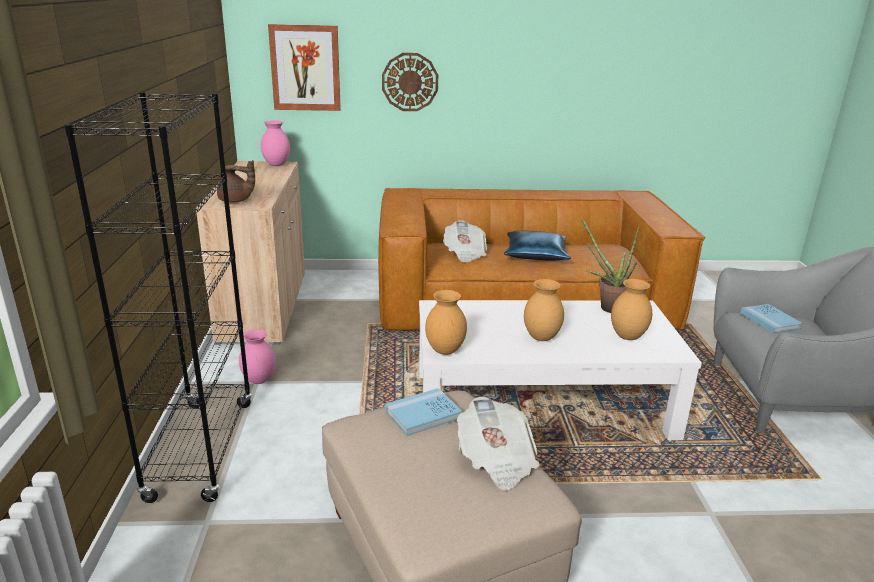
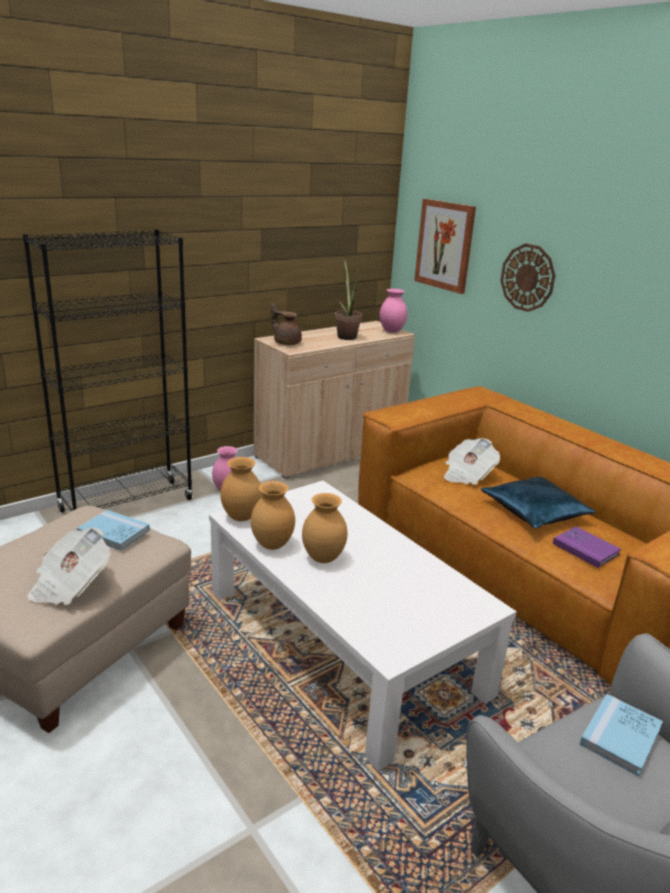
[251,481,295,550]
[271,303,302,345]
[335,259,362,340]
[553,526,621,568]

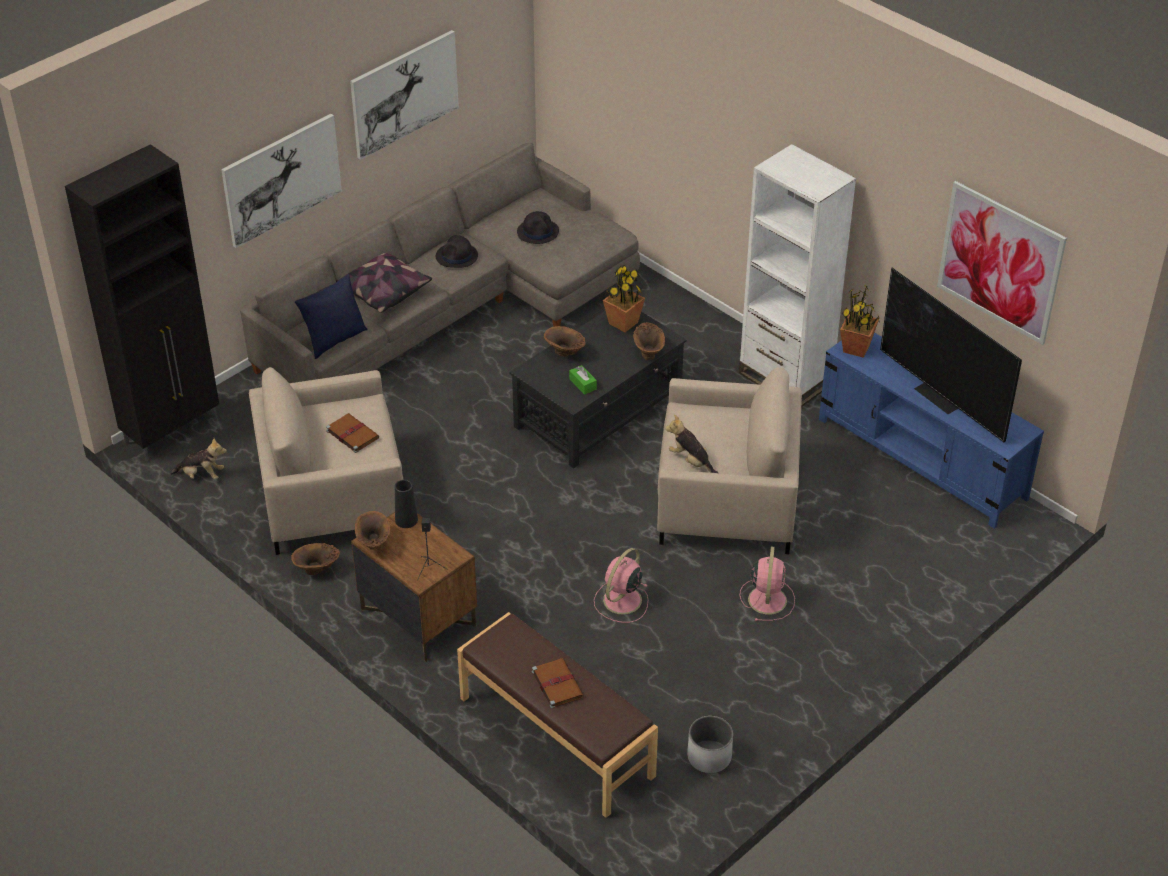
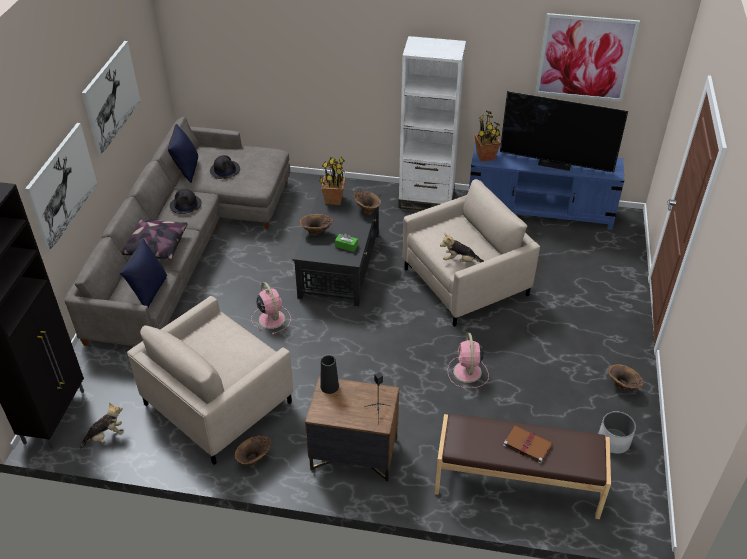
[168,124,198,183]
[251,282,291,335]
[608,364,644,390]
[326,413,379,453] (first image)

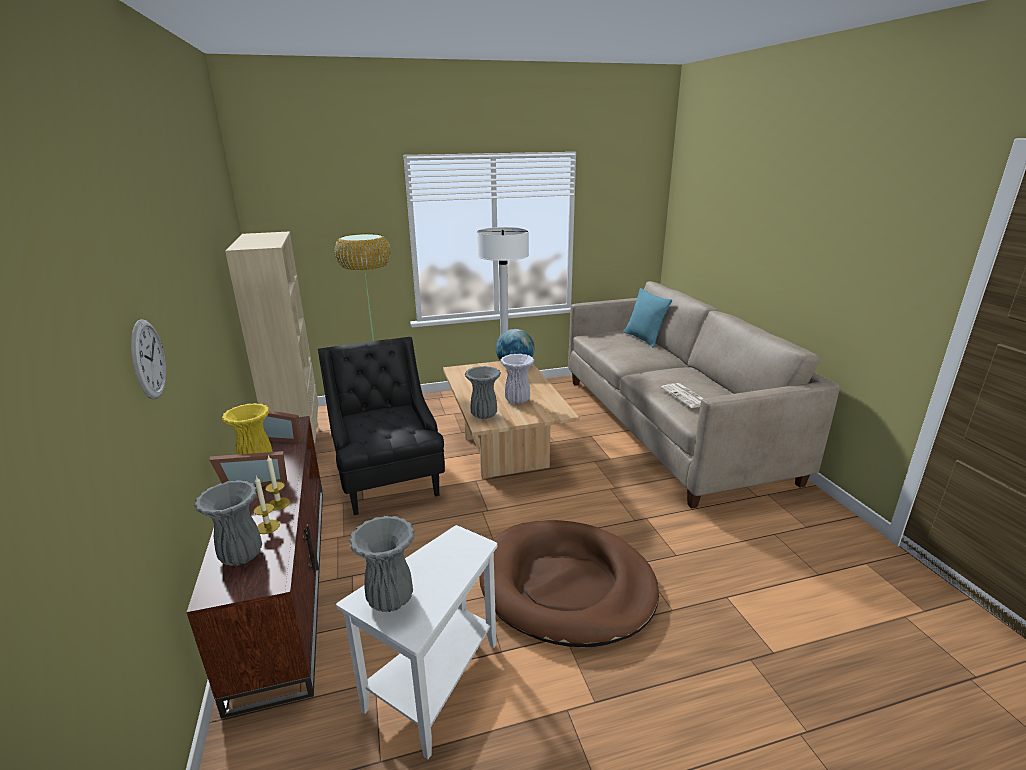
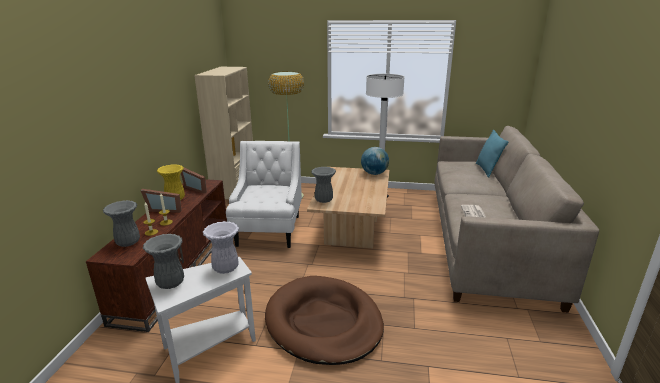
[203,221,239,274]
[226,141,302,248]
[131,319,166,399] (first image)

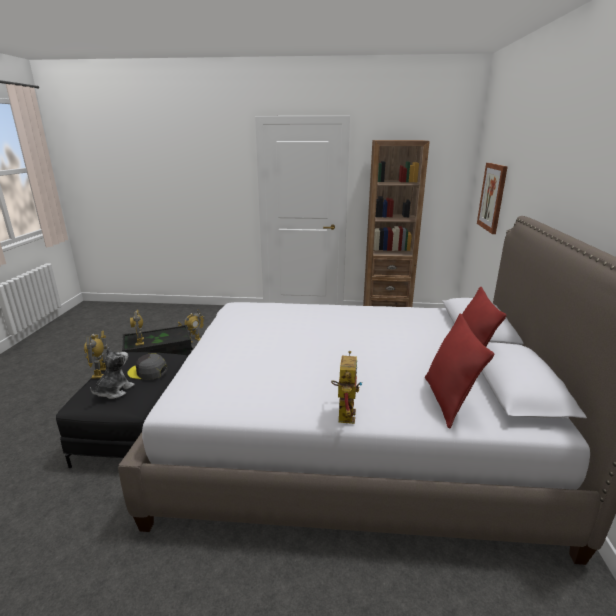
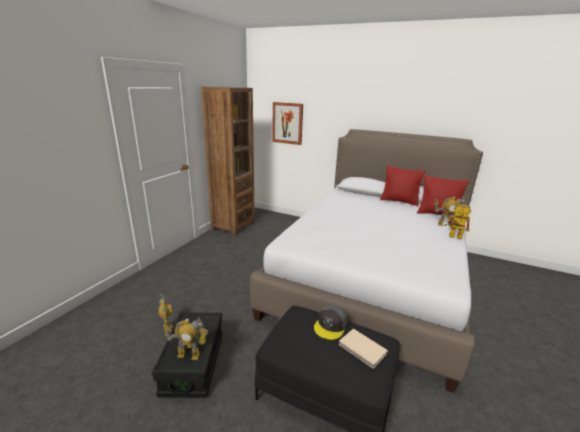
[338,329,388,369]
[434,195,467,227]

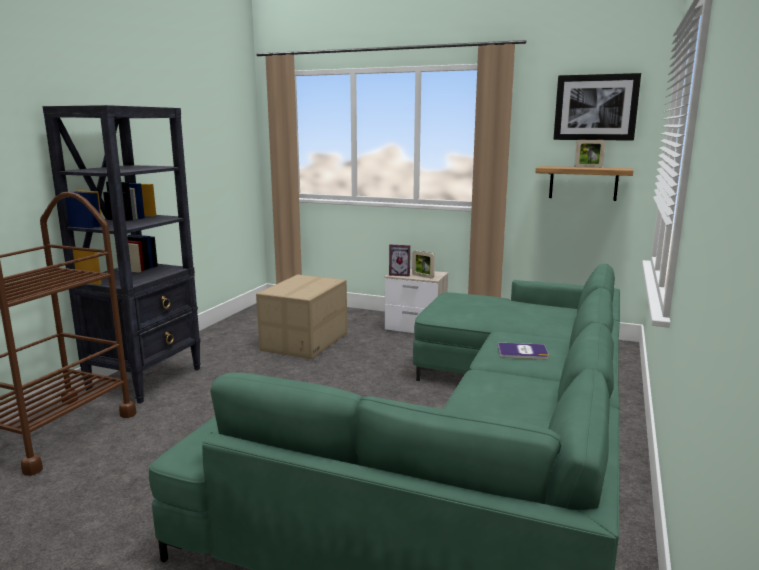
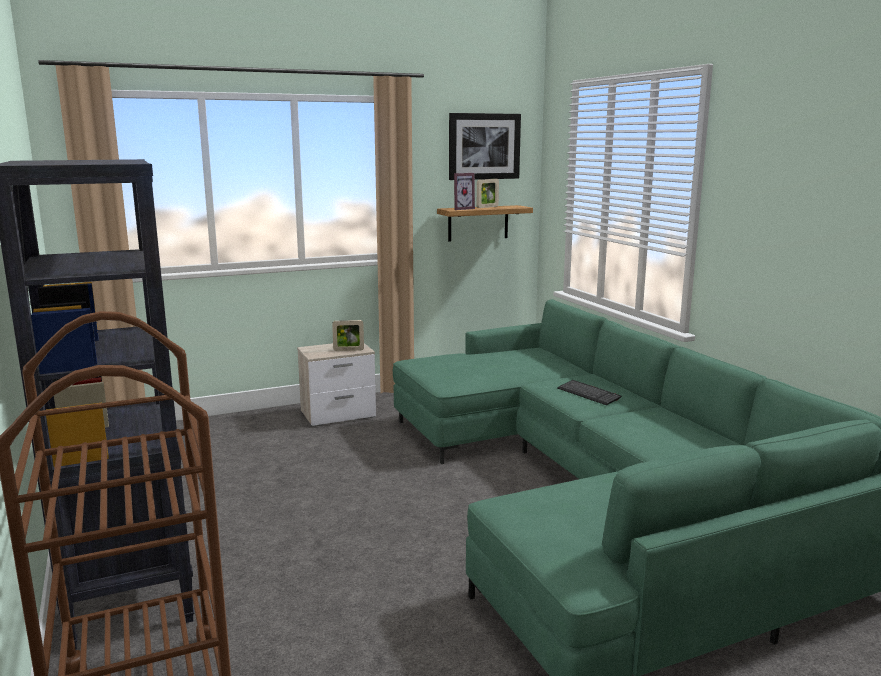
[454,173,475,210]
[557,380,622,405]
[256,274,347,359] (first image)

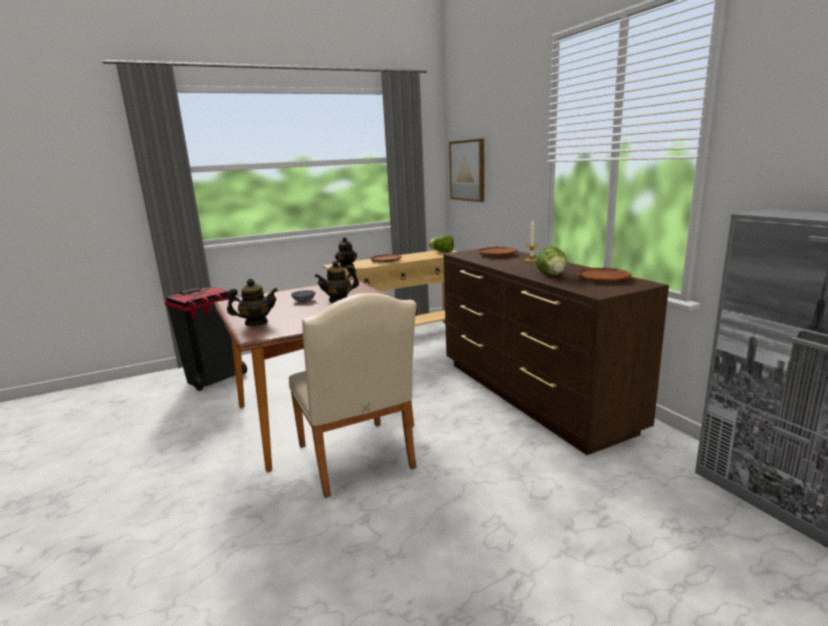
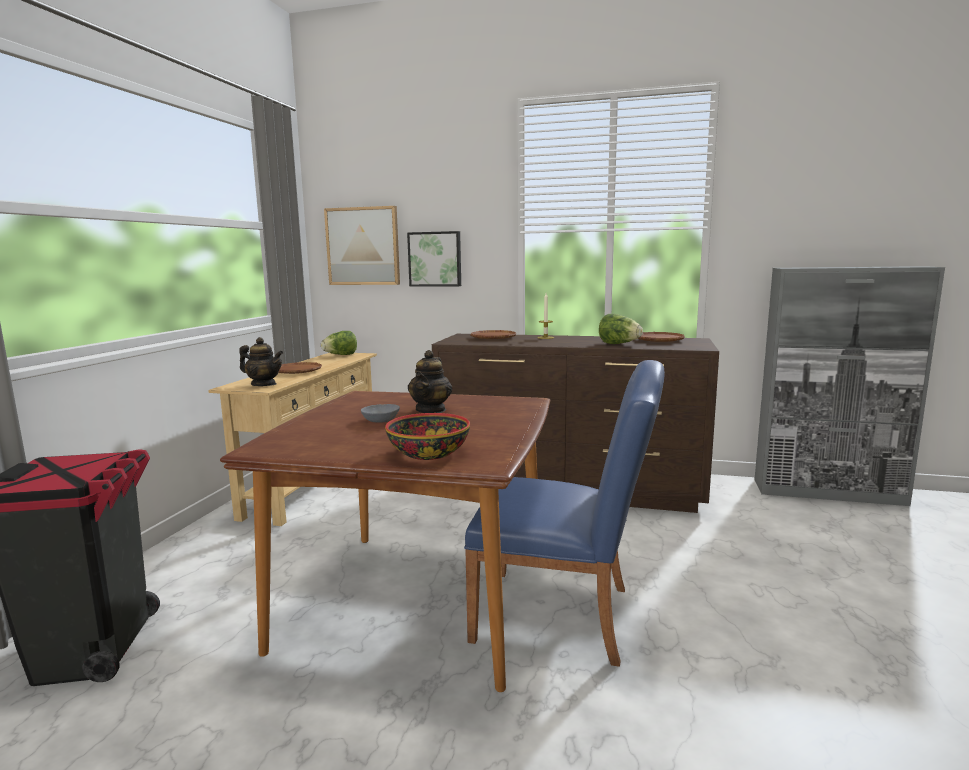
[385,413,470,460]
[407,231,461,287]
[464,360,665,667]

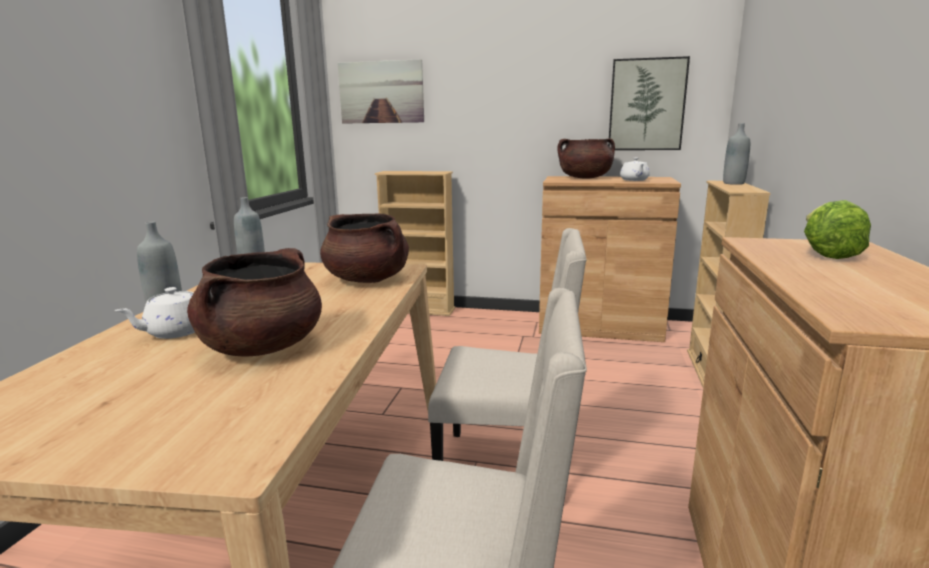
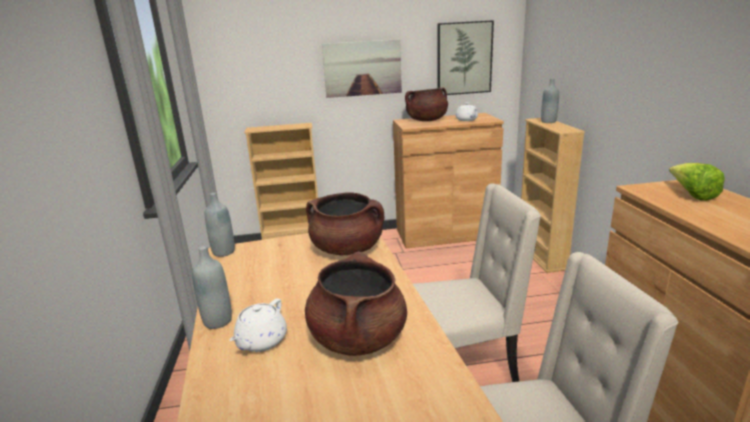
[322,39,402,98]

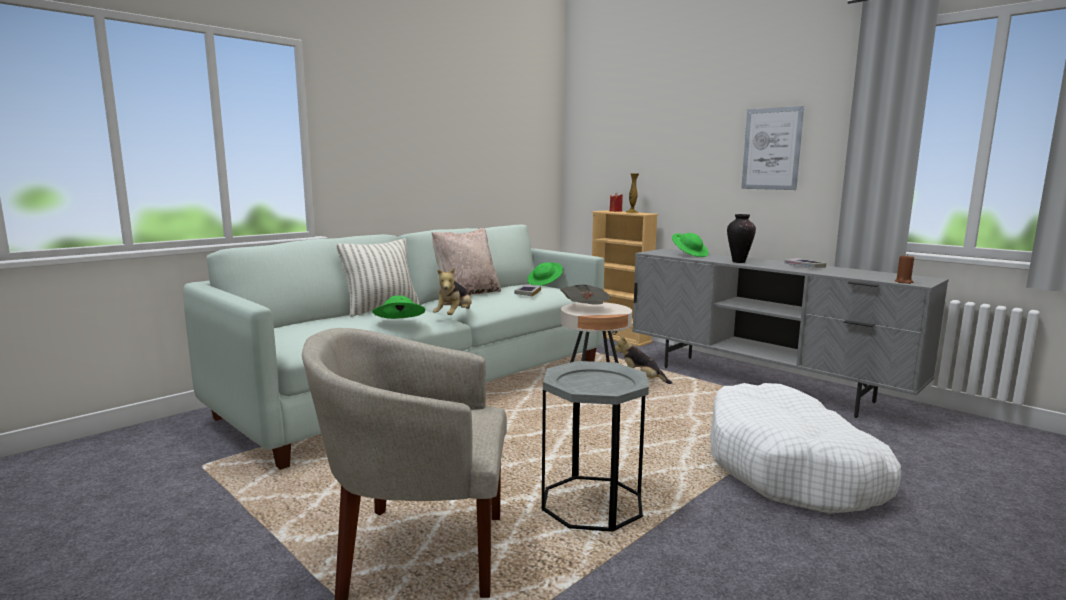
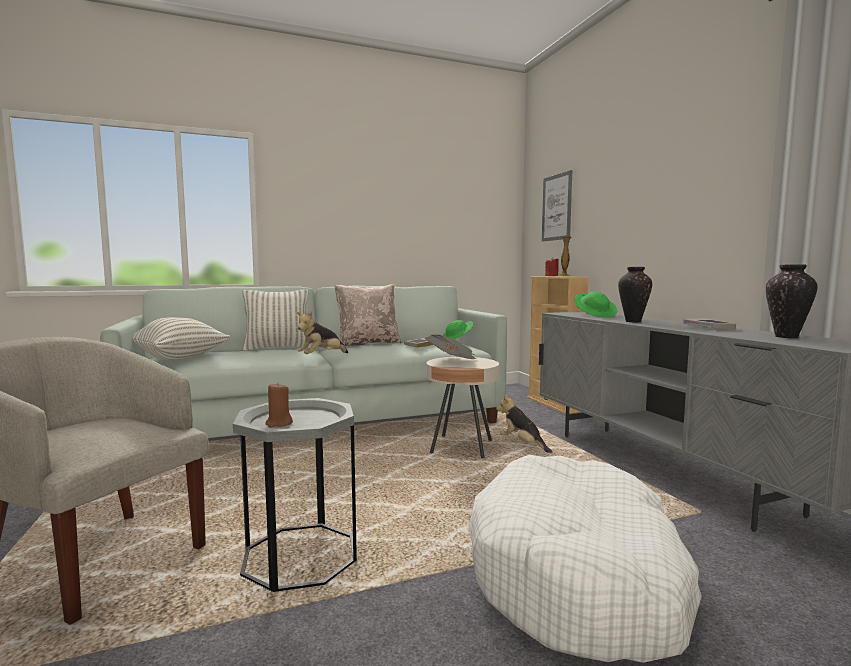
[133,317,230,360]
[265,382,293,428]
[542,170,572,242]
[766,264,817,338]
[372,295,425,319] (first image)

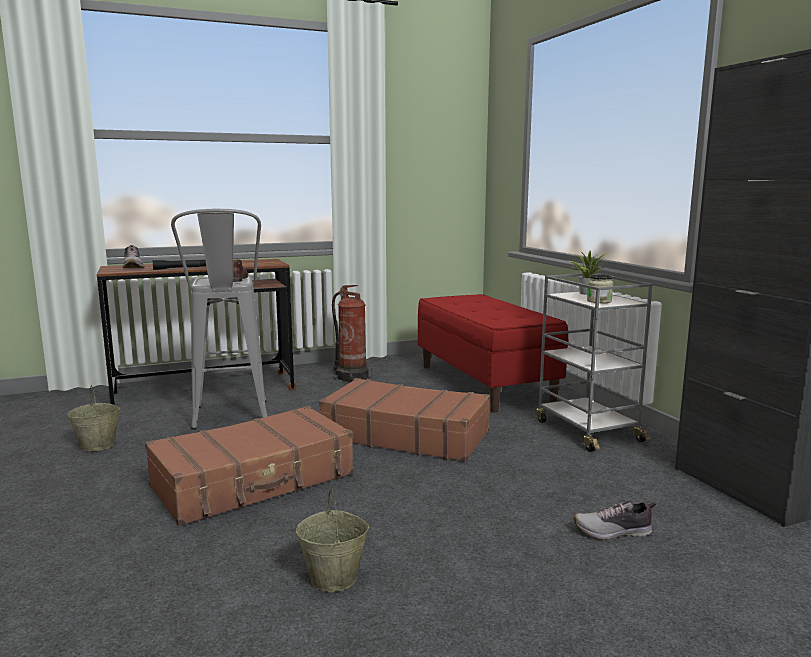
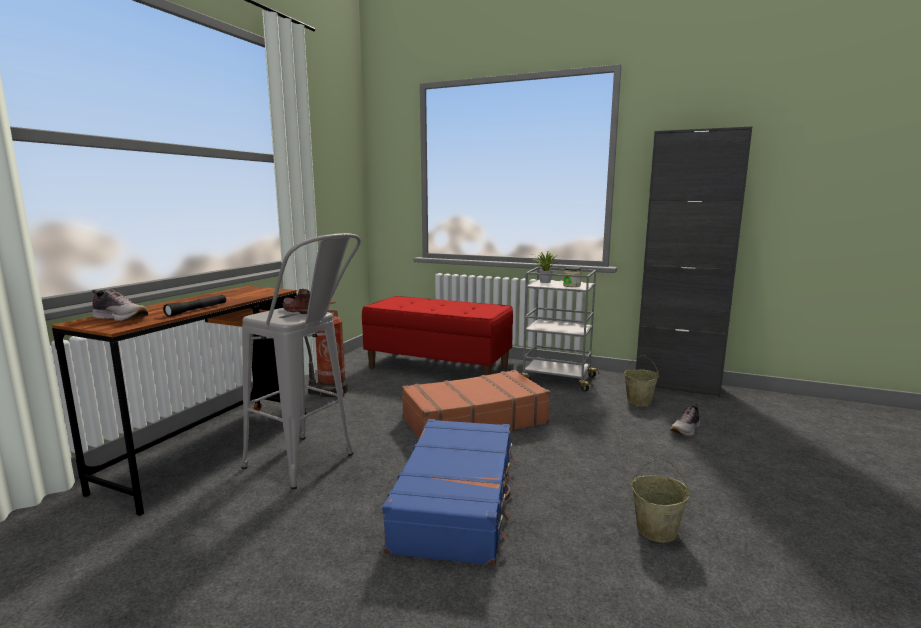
[382,419,516,566]
[624,355,659,406]

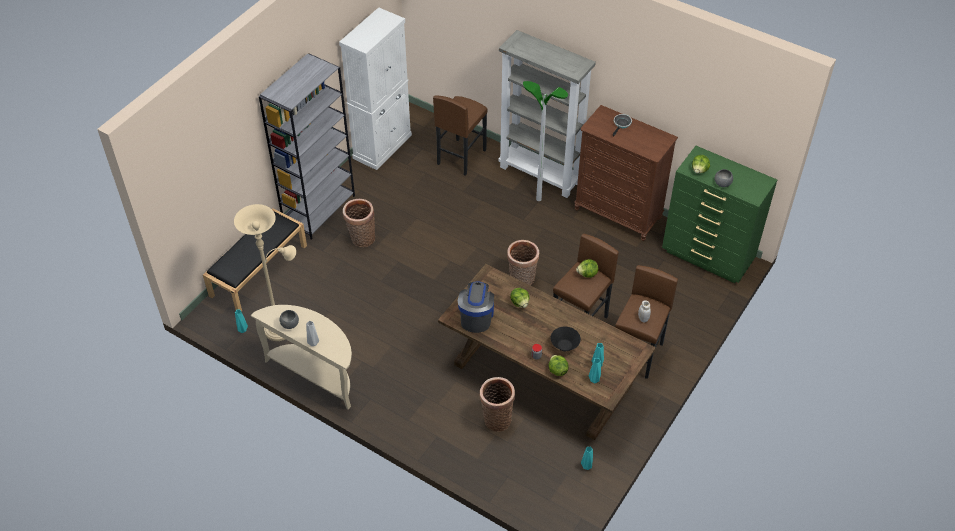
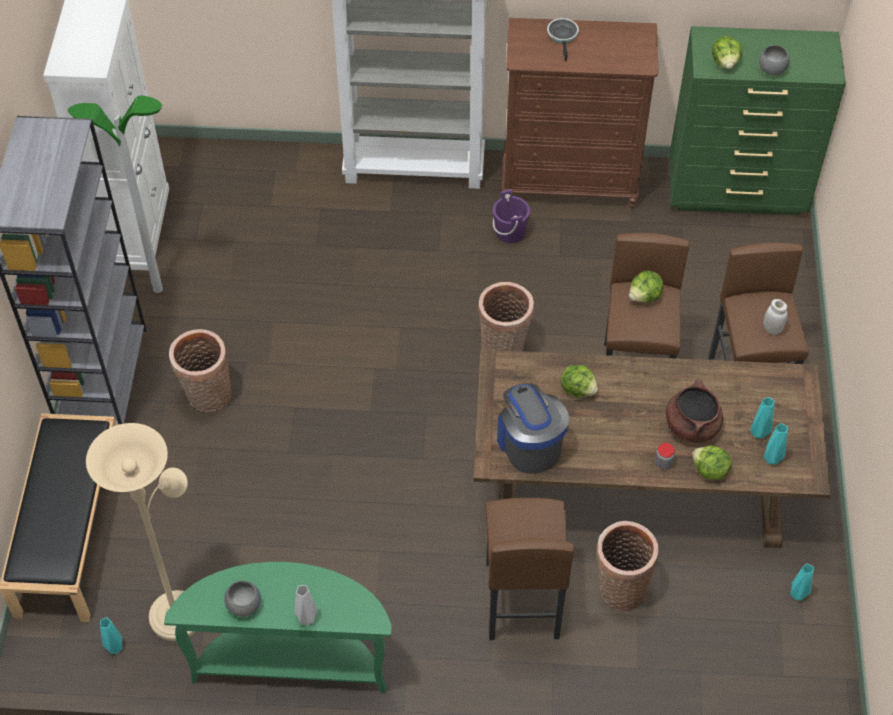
[68,95,163,293]
[164,562,392,693]
[486,498,574,640]
[493,190,530,243]
[666,379,723,443]

